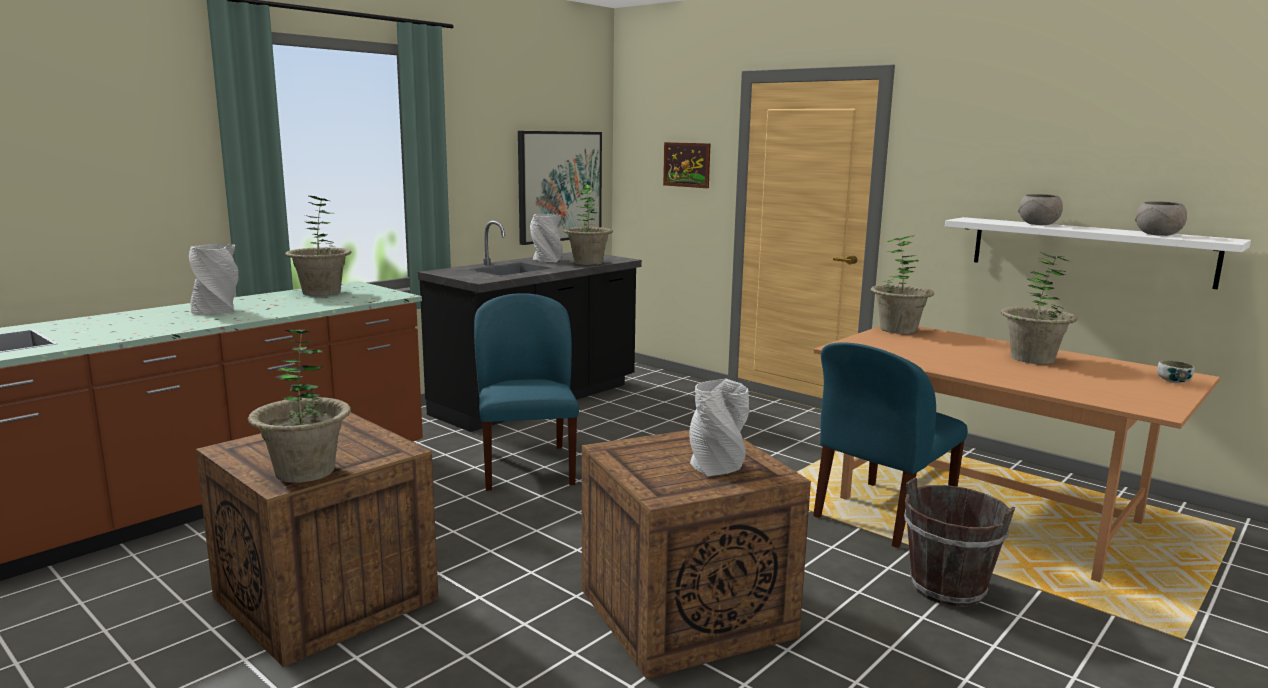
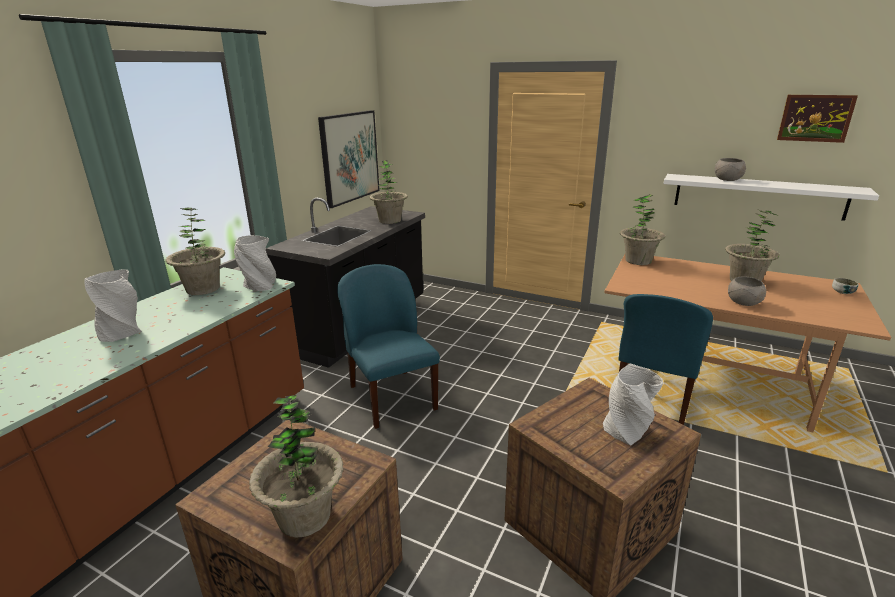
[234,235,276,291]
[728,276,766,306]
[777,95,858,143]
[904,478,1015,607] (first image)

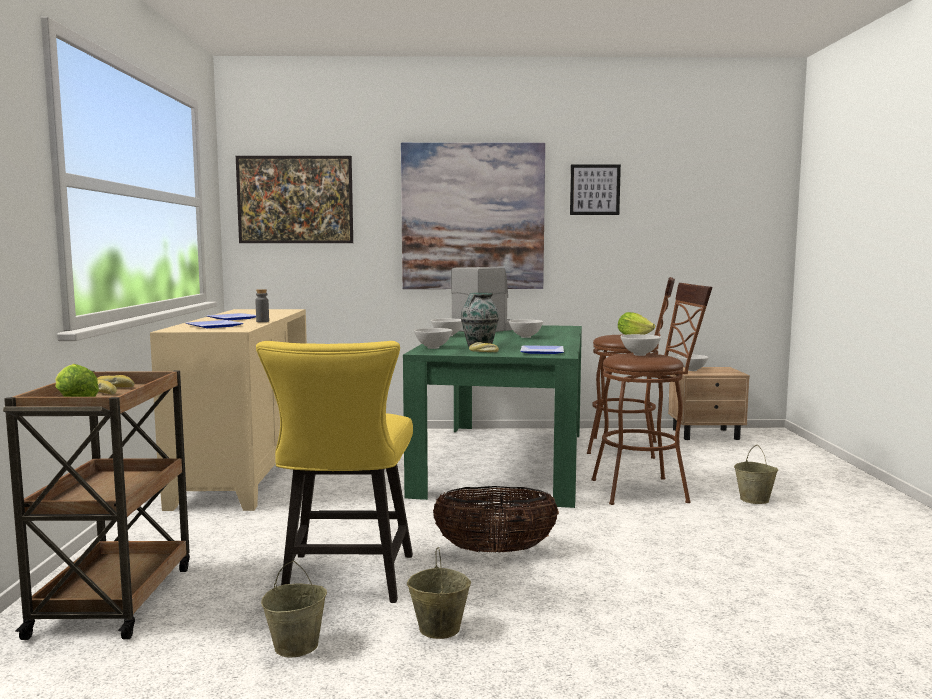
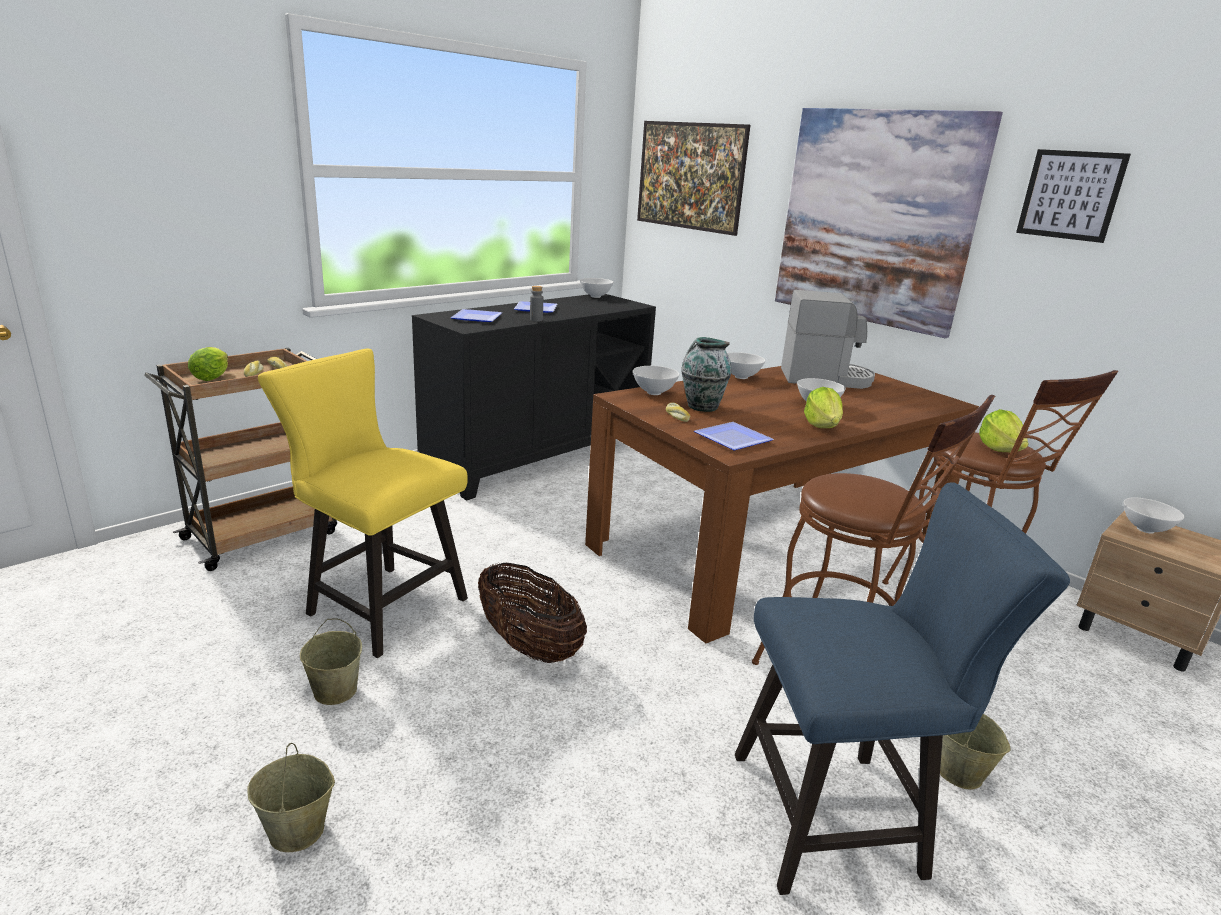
[248,743,335,852]
[258,348,468,658]
[412,294,656,500]
[580,278,613,298]
[585,366,979,644]
[735,482,1070,895]
[804,387,843,428]

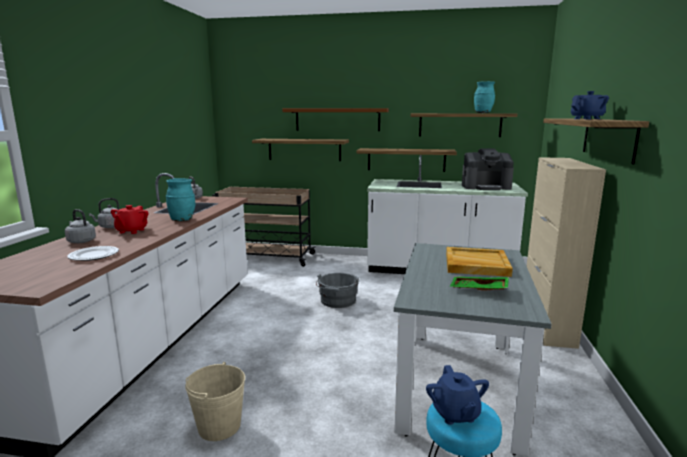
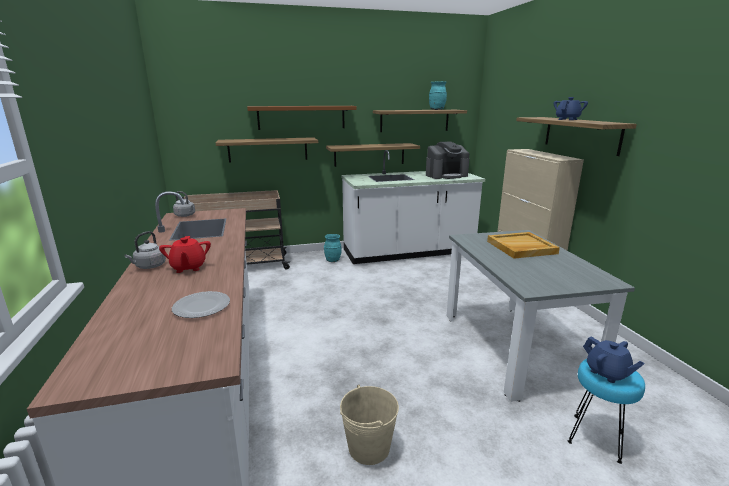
[324,234,342,262]
[65,209,96,243] (first image)
[316,273,359,308] (first image)
[450,277,509,291] (first image)

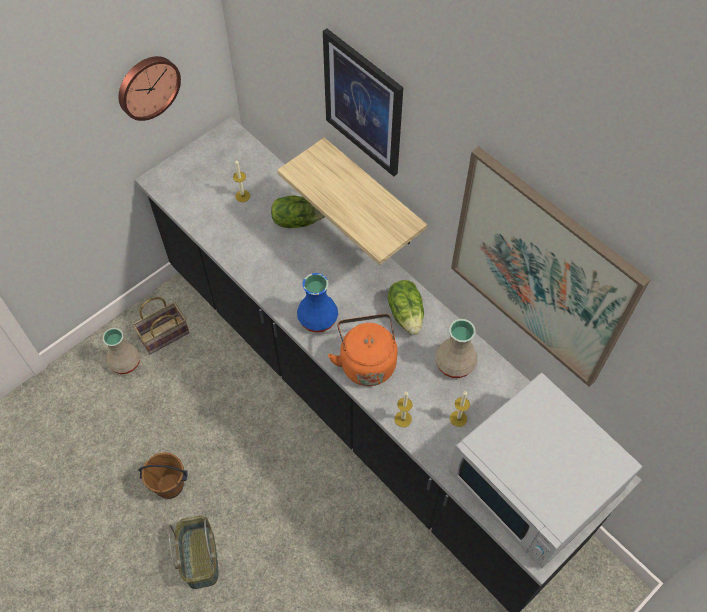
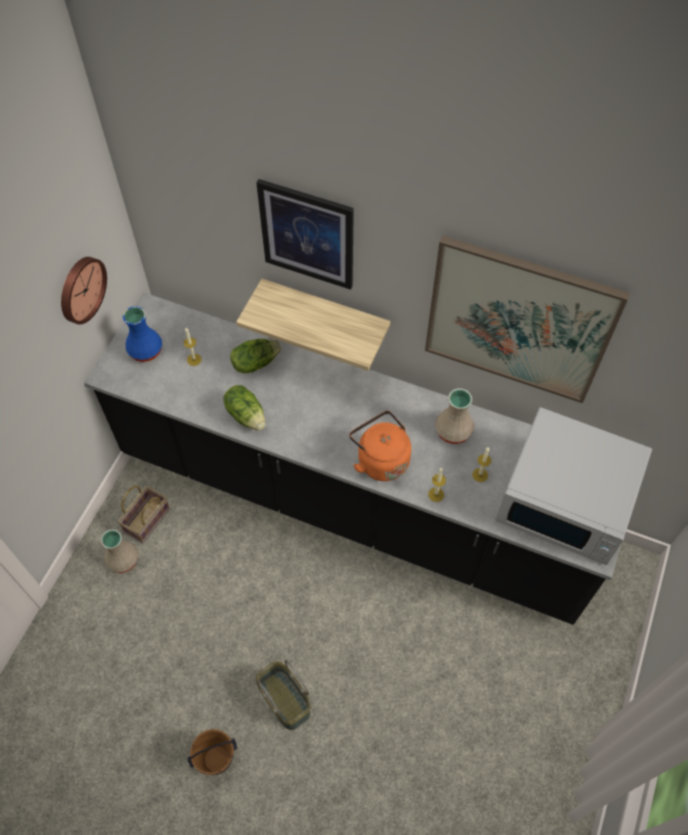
[123,306,162,362]
[188,729,237,775]
[224,385,265,431]

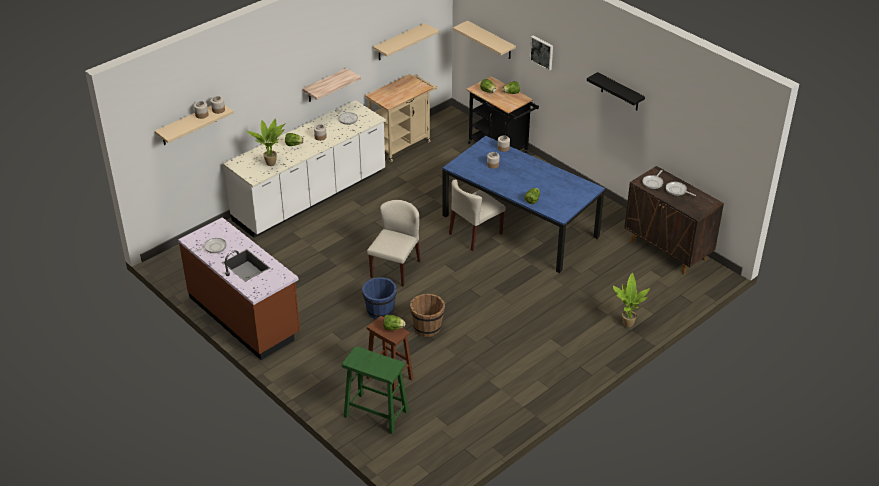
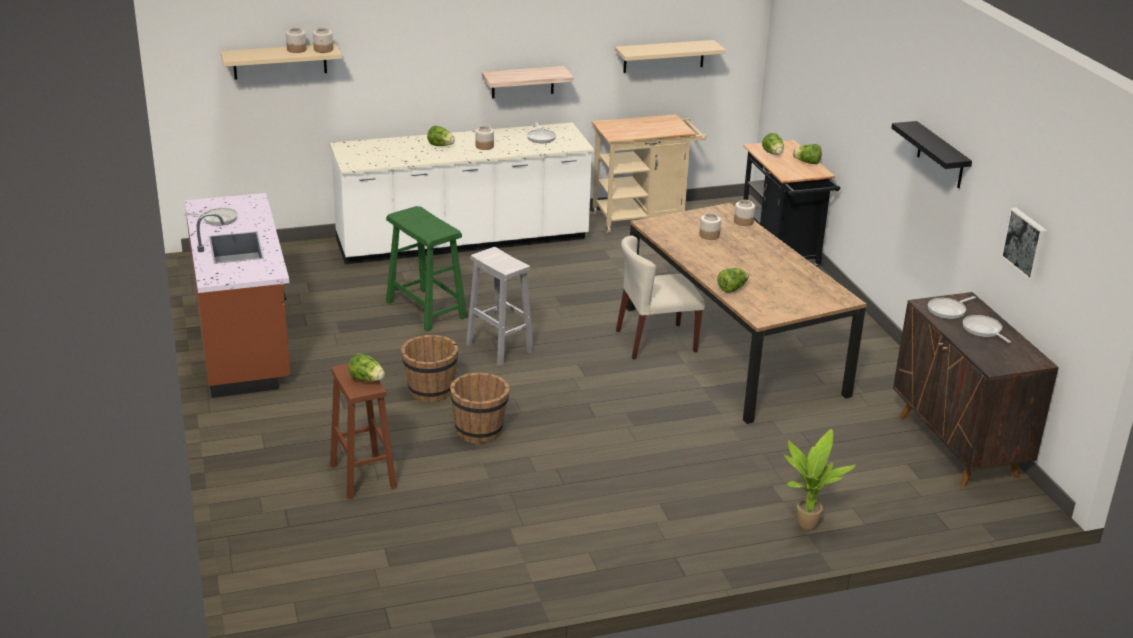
[386,206,467,332]
[401,335,458,402]
[466,247,533,366]
[626,203,867,424]
[1001,208,1047,280]
[247,119,286,166] (first image)
[453,21,516,59] (first image)

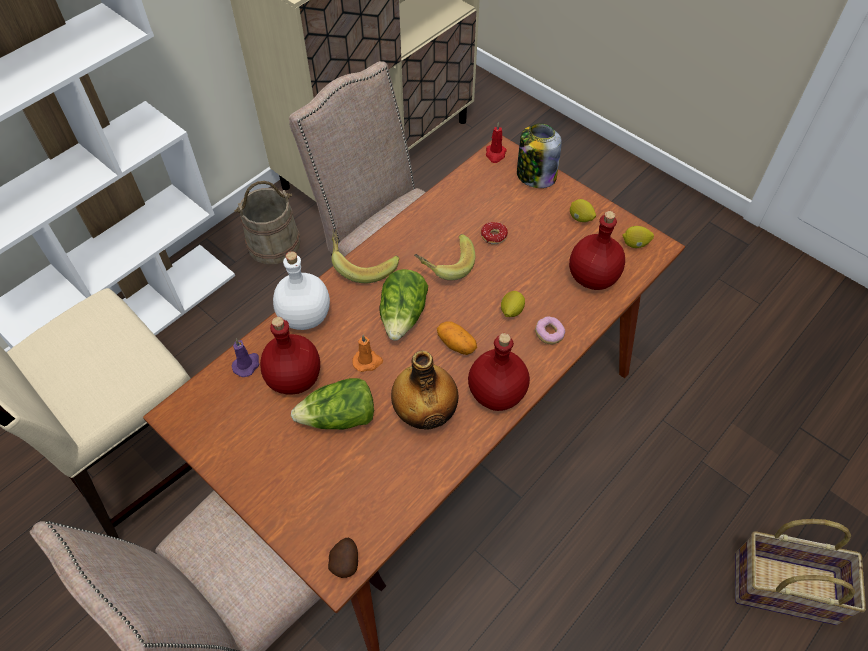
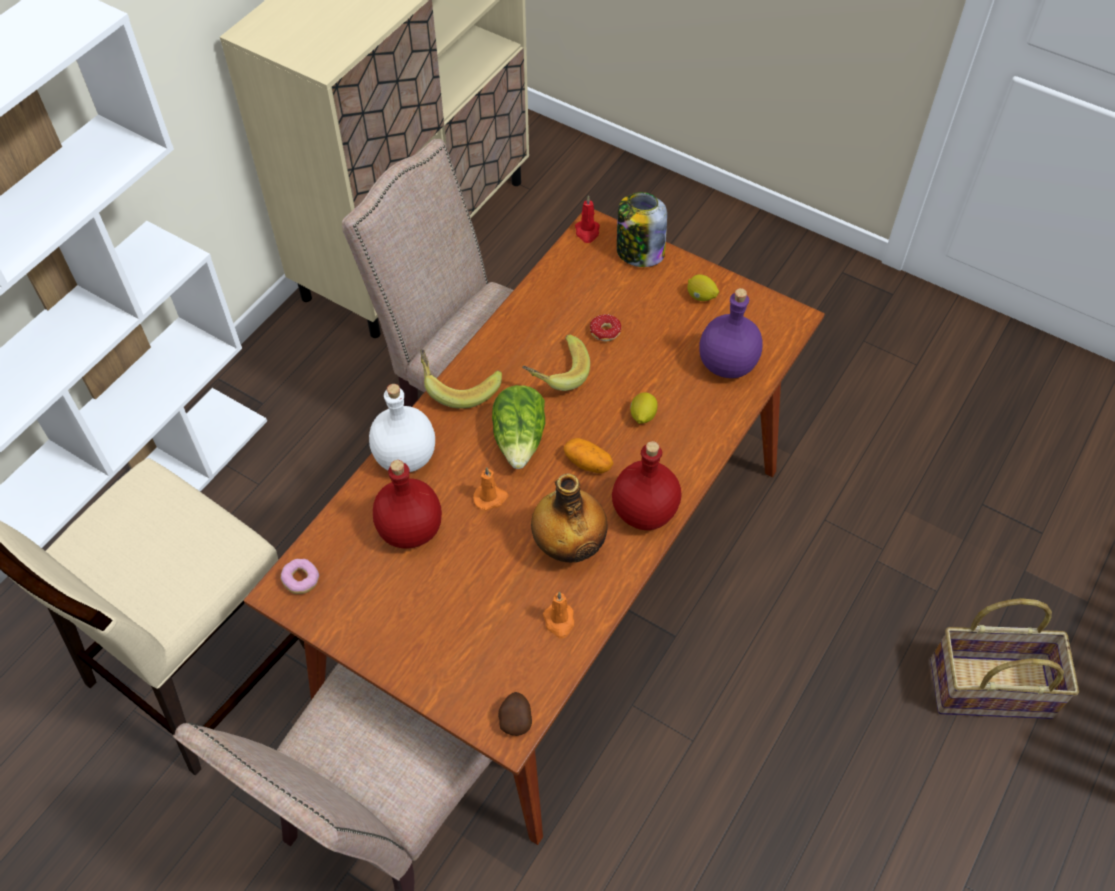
[280,559,319,594]
[543,592,575,639]
[699,288,763,378]
[232,339,259,377] (first image)
[234,181,300,264] (first image)
[291,378,374,430] (first image)
[622,226,654,248] (first image)

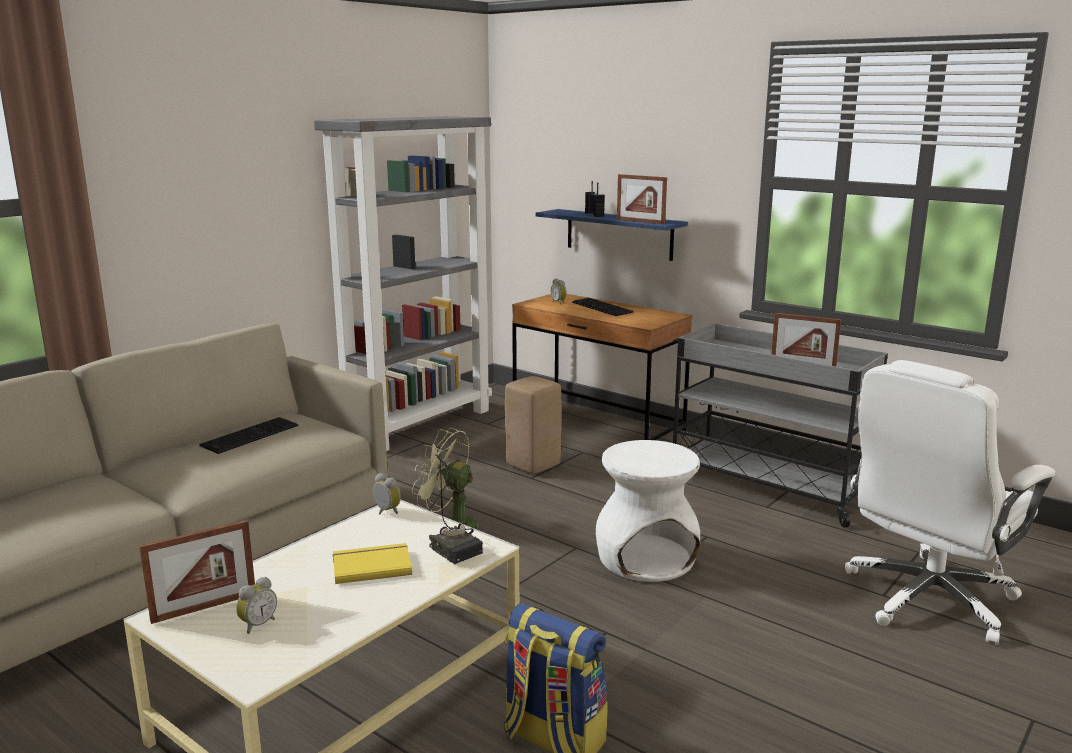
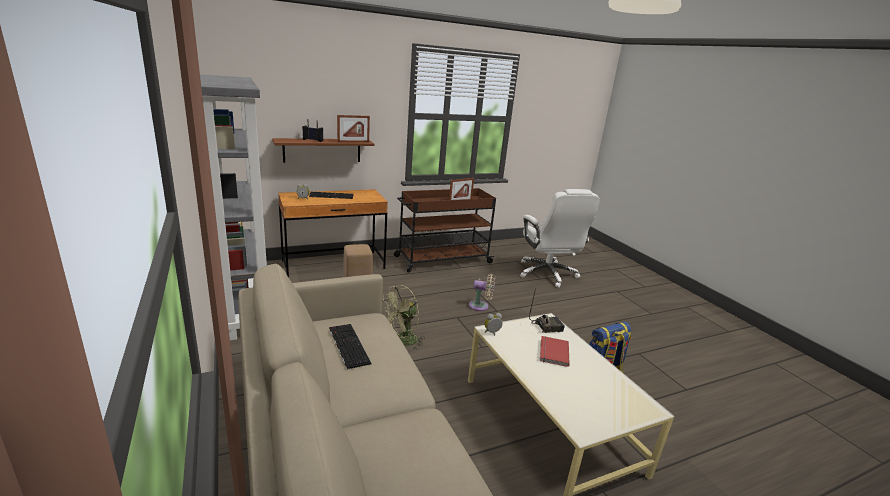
[272,138,374,163]
[394,188,496,273]
[469,274,495,311]
[540,336,570,367]
[139,520,255,624] (first image)
[236,577,277,634] (first image)

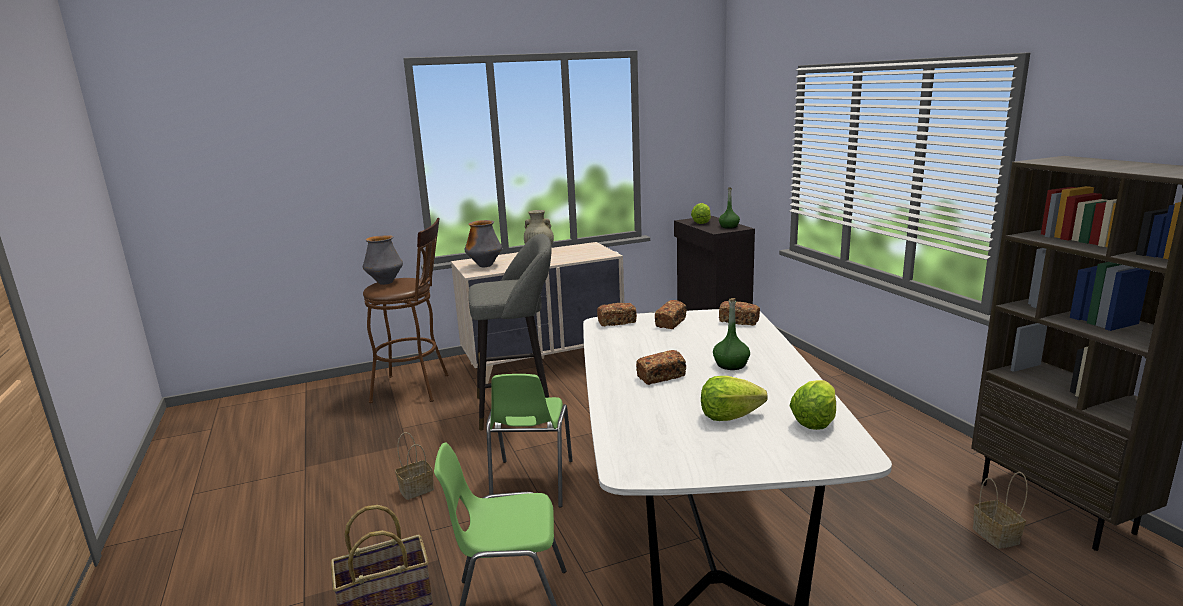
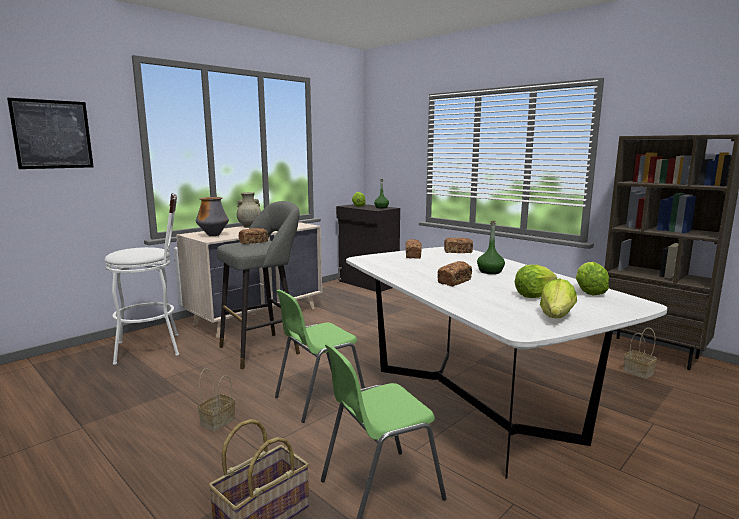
[7,98,94,169]
[105,193,179,365]
[238,228,268,244]
[275,290,365,423]
[540,278,577,318]
[363,235,403,285] (first image)

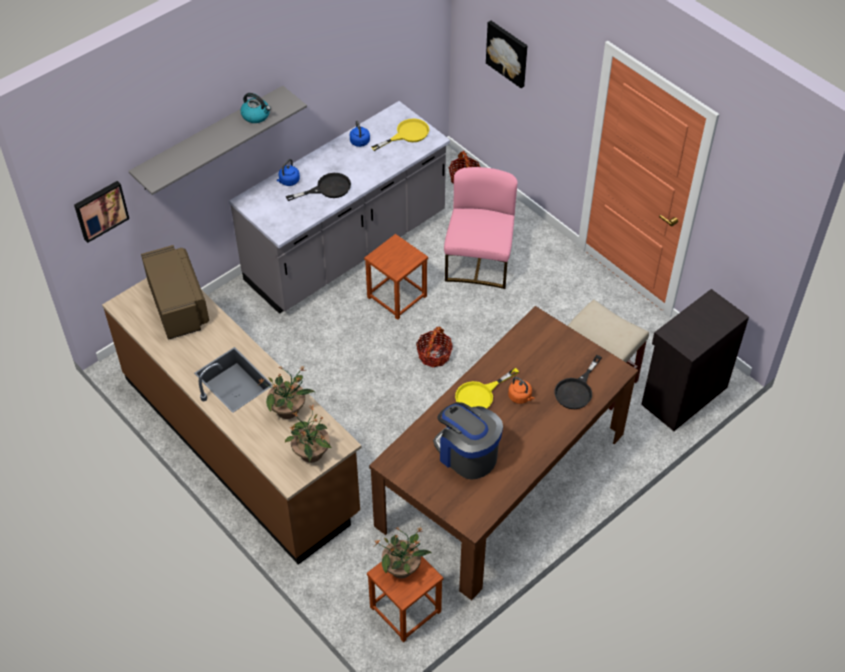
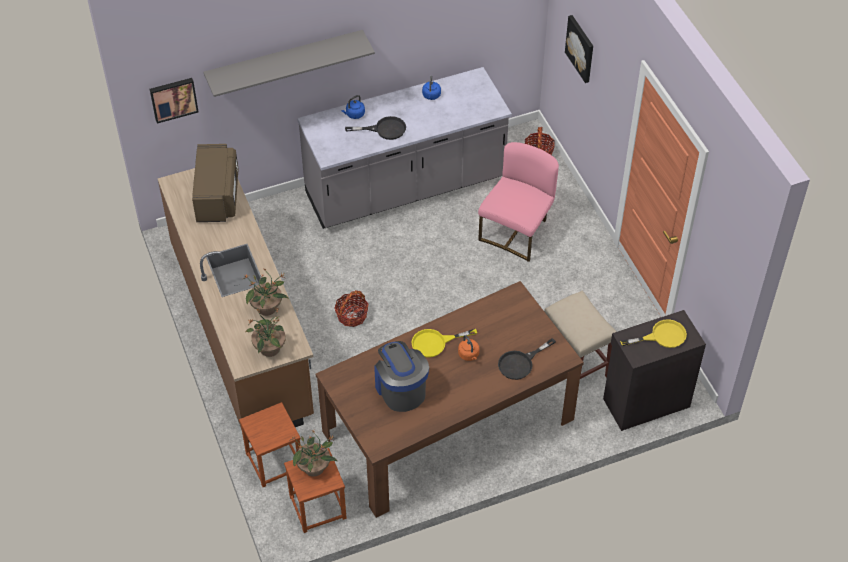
[239,402,301,487]
[334,290,369,327]
[620,319,687,348]
[240,93,271,123] (first image)

